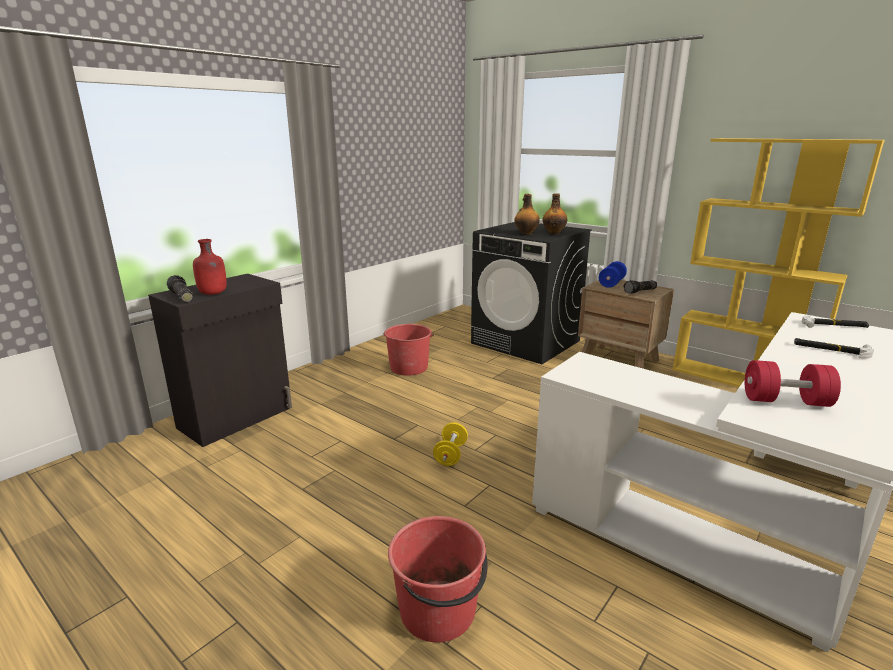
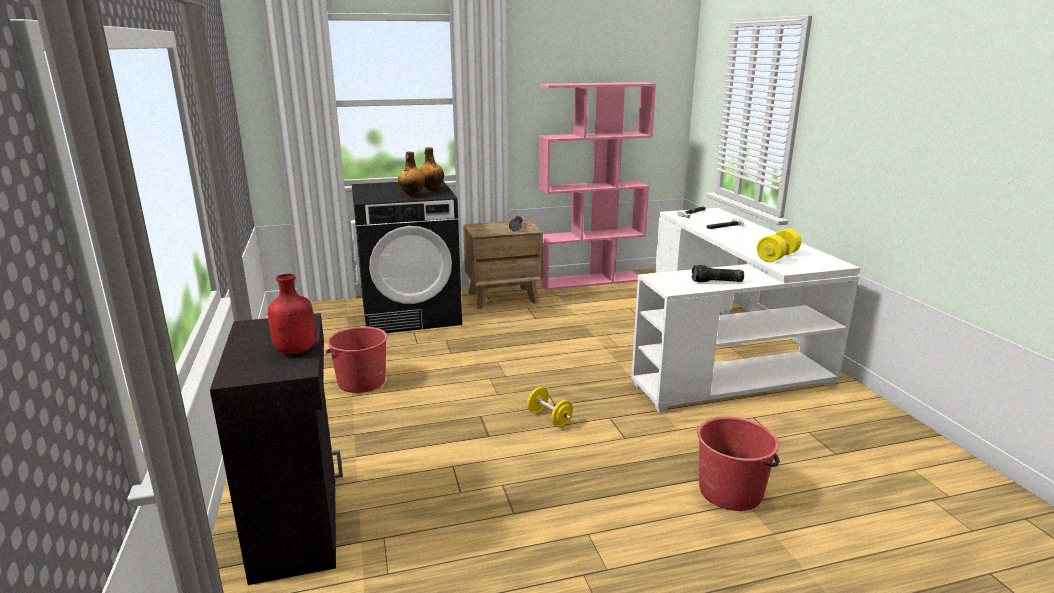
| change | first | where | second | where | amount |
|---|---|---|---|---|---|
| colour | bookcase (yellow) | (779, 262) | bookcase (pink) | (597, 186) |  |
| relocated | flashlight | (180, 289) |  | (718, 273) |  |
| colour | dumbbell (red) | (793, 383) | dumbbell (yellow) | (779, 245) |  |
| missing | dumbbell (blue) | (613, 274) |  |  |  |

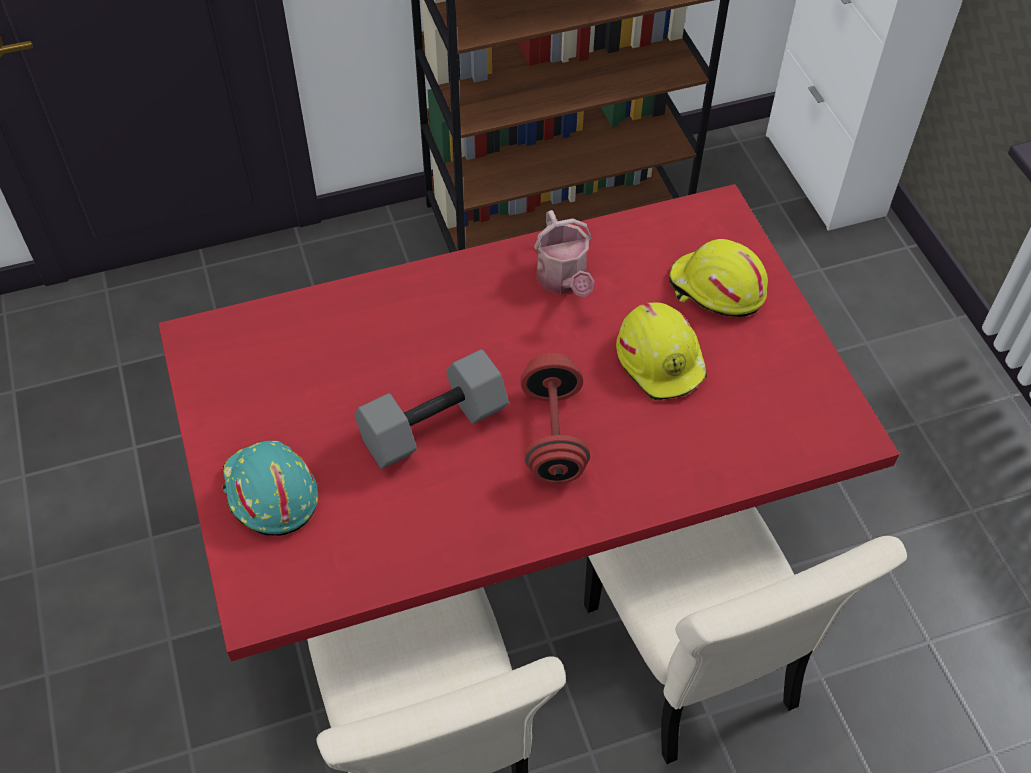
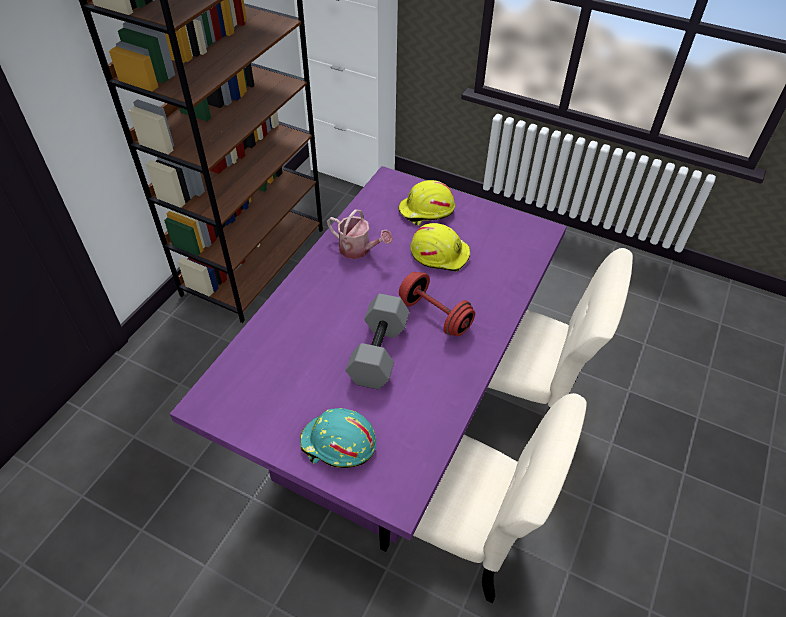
| change | first | where | second | where | amount |
|---|---|---|---|---|---|
| colour | dining table (red) | (528, 422) | dining table (purple) | (368, 355) |  |

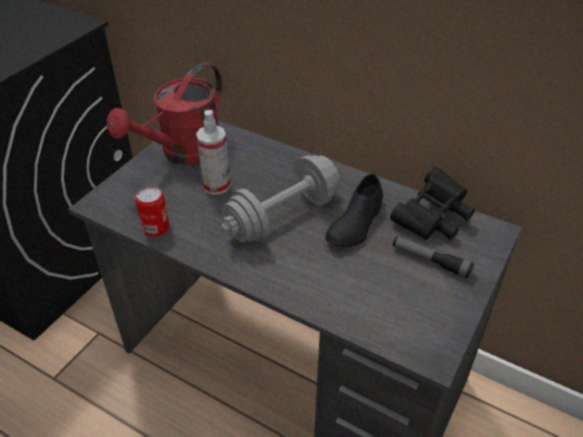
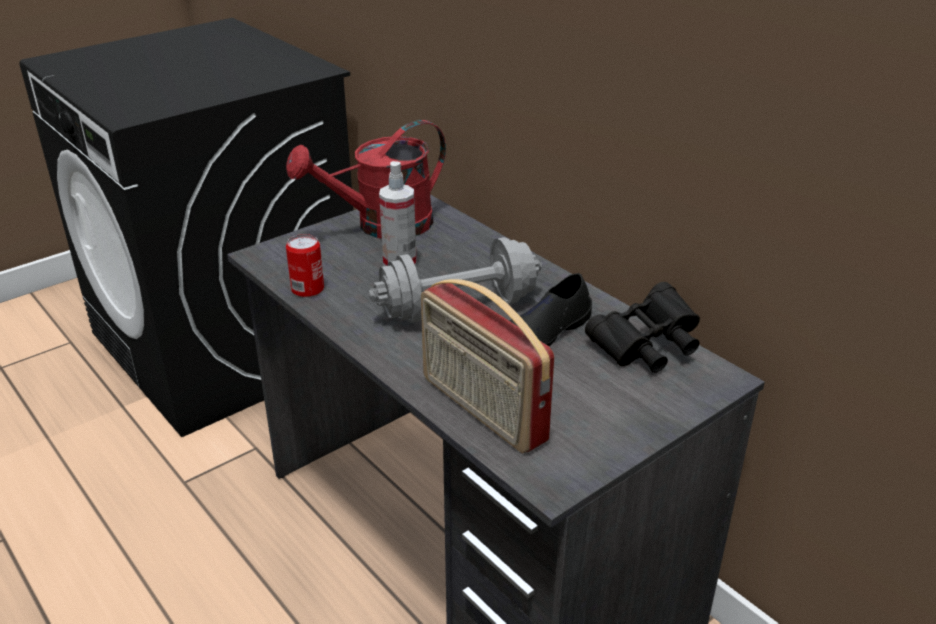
| change | first | where | second | where | amount |
|---|---|---|---|---|---|
| appeared |  |  | radio | (487, 366) |  |
| missing | flashlight | (433, 258) |  |  |  |

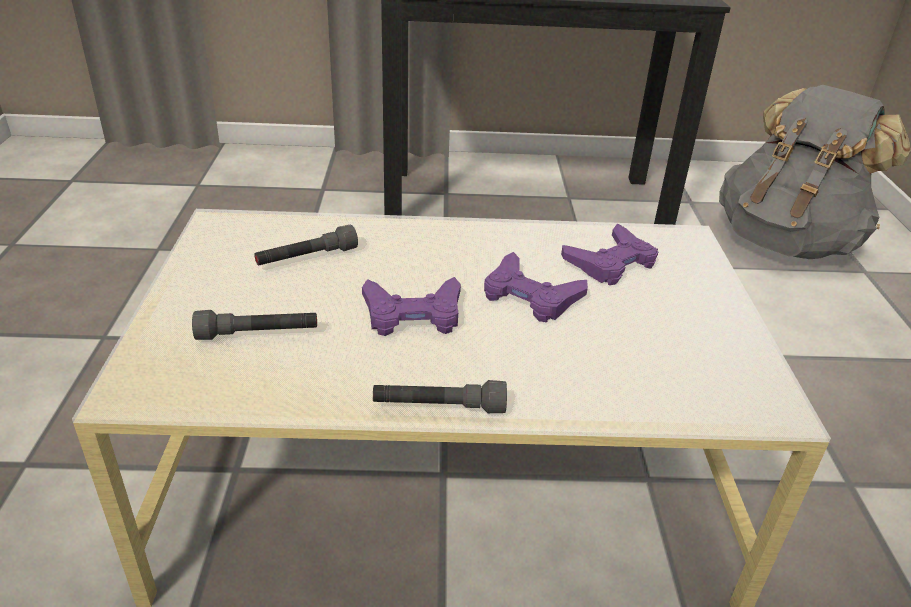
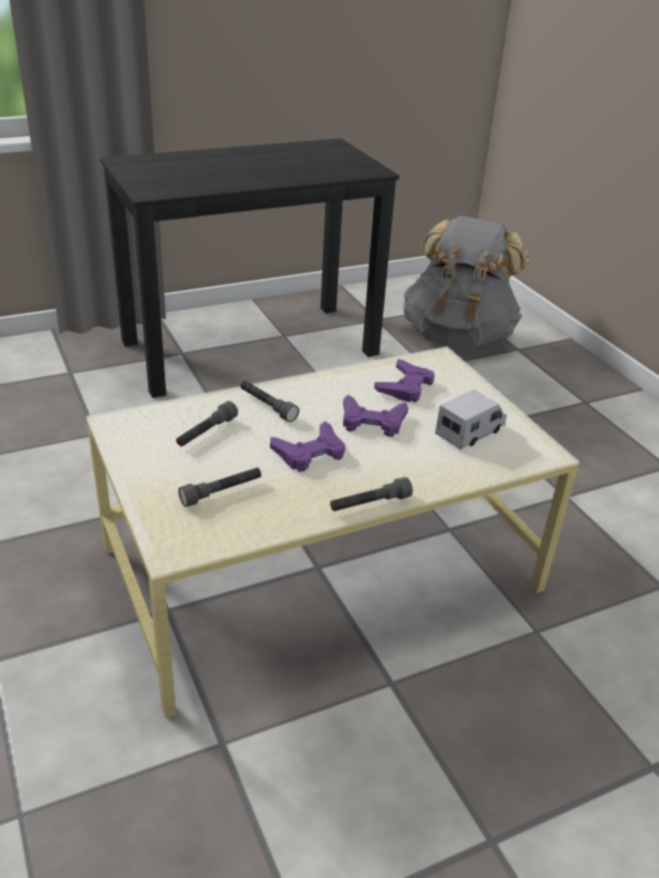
| change | first | where | second | where | amount |
|---|---|---|---|---|---|
| appeared |  |  | flashlight (grey) | (269, 401) |  |
| appeared |  |  | toy truck | (471, 420) |  |

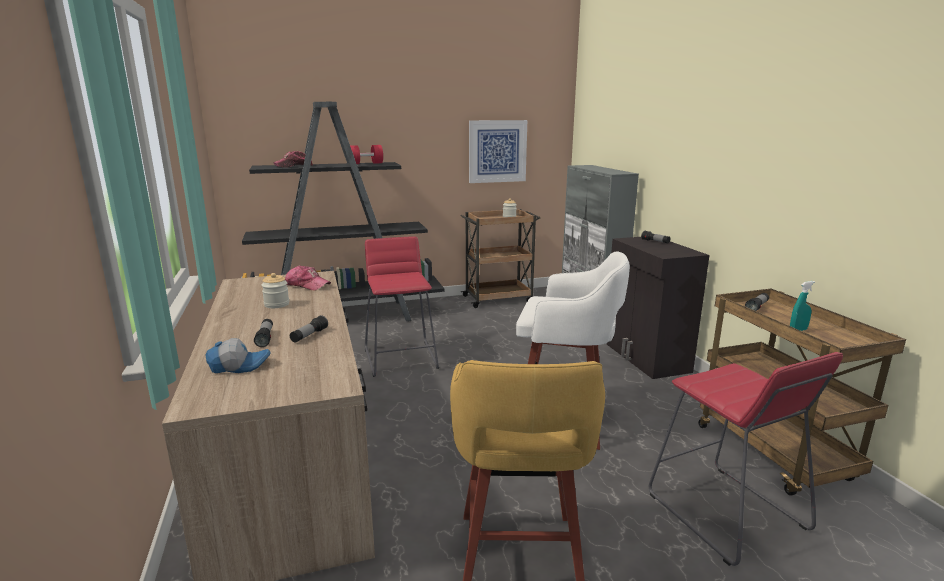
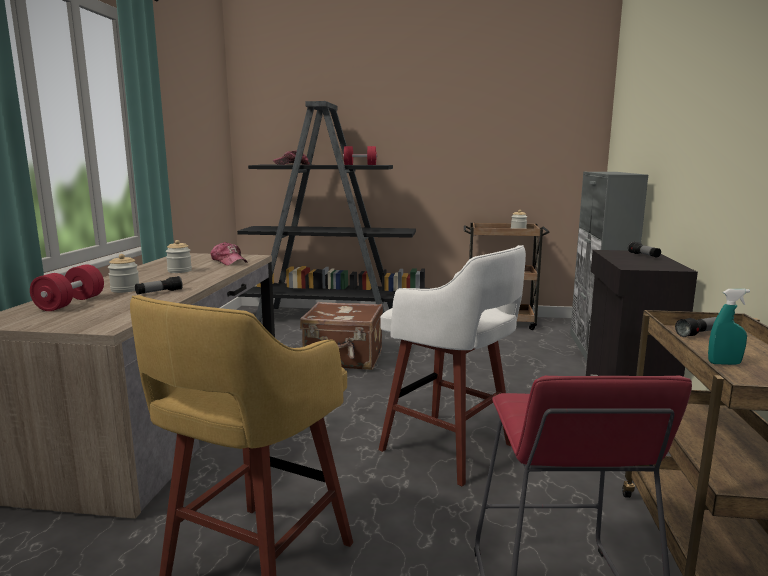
| change | first | where | second | where | amount |
|---|---|---|---|---|---|
| exchanged | cap | (238, 355) | dumbbell (red) | (67, 287) |  |
| exchanged | flashlight | (263, 333) | jar | (123, 273) |  |
| exchanged | stool (red) | (402, 306) | suitcase (brown) | (341, 336) |  |
| missing | picture | (498, 151) |  |  |  |

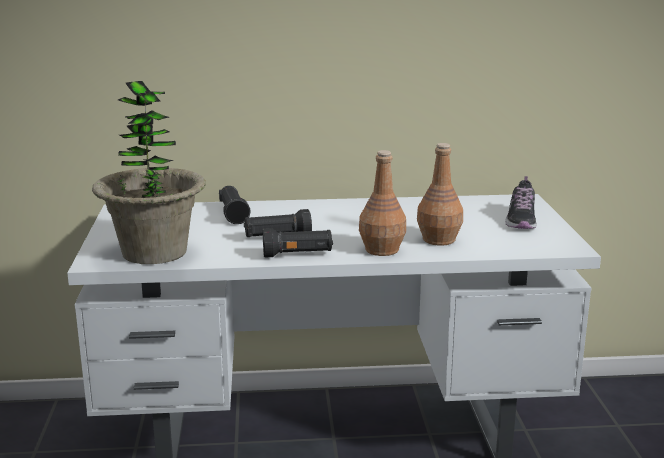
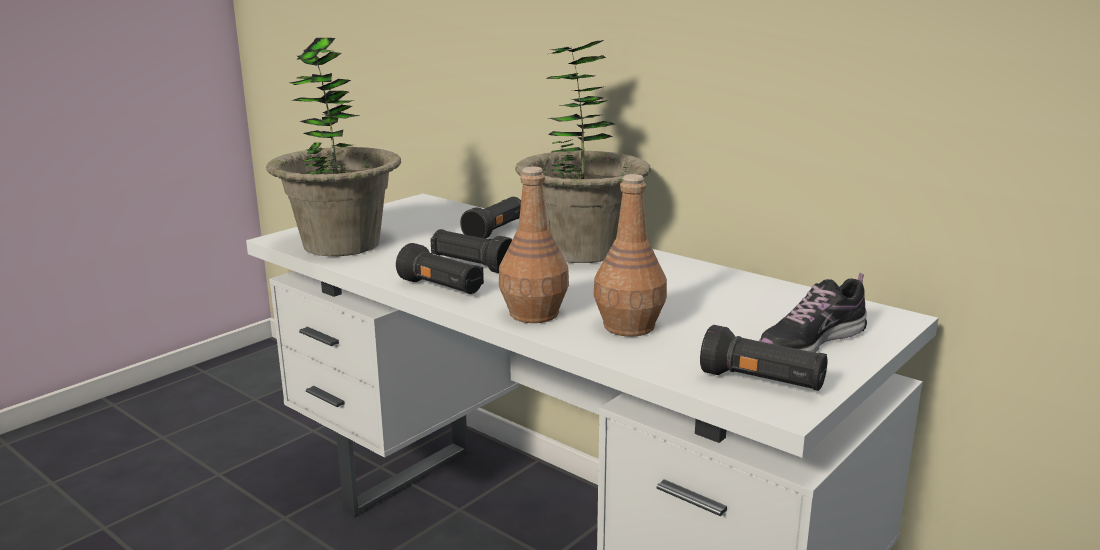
| change | first | where | second | where | amount |
|---|---|---|---|---|---|
| appeared |  |  | potted plant | (583, 151) |  |
| appeared |  |  | flashlight (black) | (763, 358) |  |

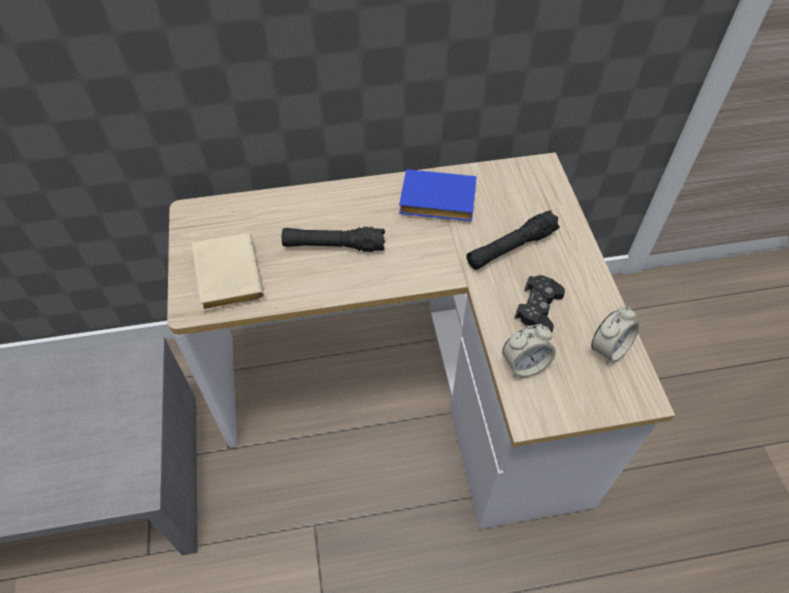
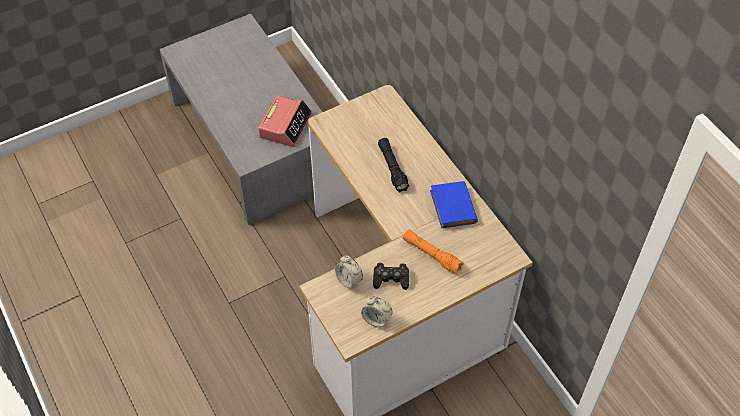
| change | first | where | second | where | amount |
|---|---|---|---|---|---|
| appeared |  |  | alarm clock | (285, 121) |  |
| colour | flashlight (black) | (513, 240) | flashlight (orange) | (433, 251) |  |
| missing | book (beige) | (227, 272) |  |  |  |

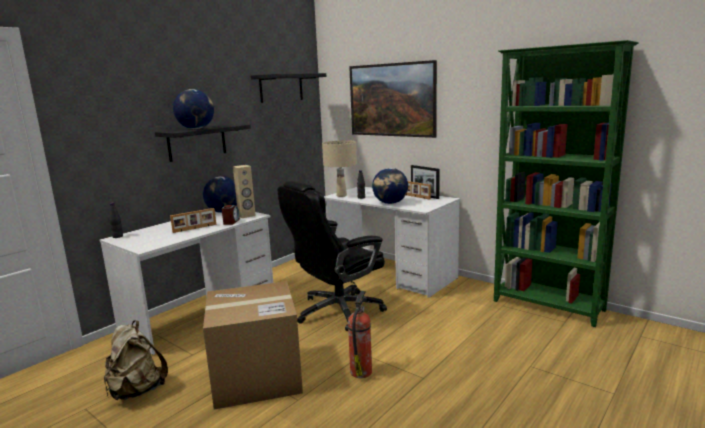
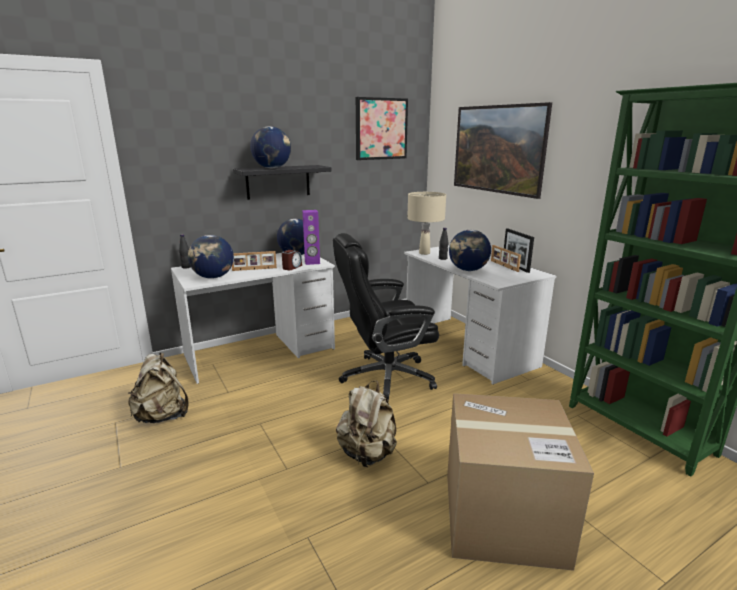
| change | first | where | second | where | amount |
|---|---|---|---|---|---|
| appeared |  |  | globe | (211, 257) |  |
| colour | speaker (beige) | (244, 191) | speaker (purple) | (311, 237) |  |
| exchanged | fire extinguisher | (360, 334) | backpack (beige) | (366, 424) |  |
| exchanged | shelf (black) | (288, 88) | picture | (382, 128) |  |
| relocated | cardboard box | (253, 345) |  | (520, 482) |  |

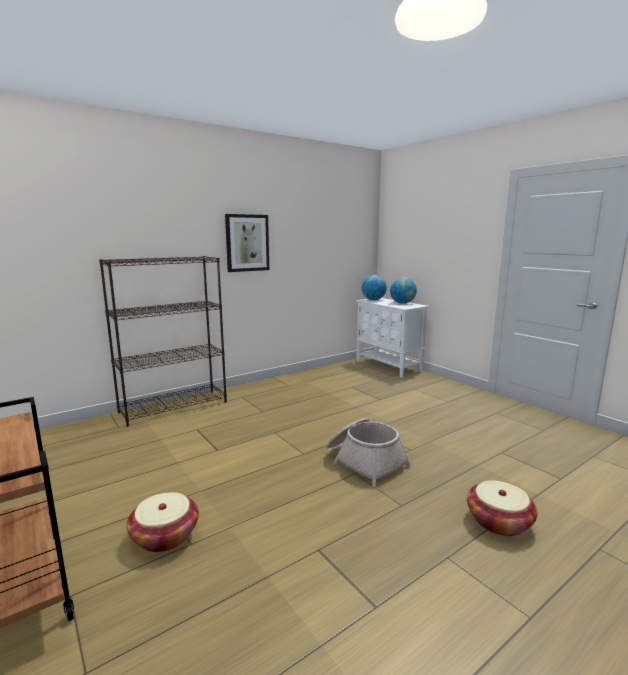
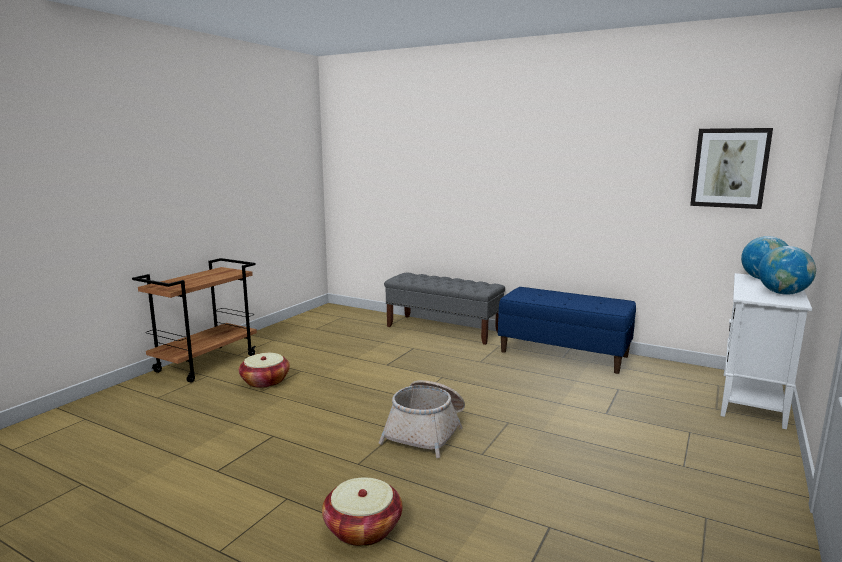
| change | first | where | second | where | amount |
|---|---|---|---|---|---|
| exchanged | bookcase (black) | (163, 341) | bench (grey) | (444, 309) |  |
| appeared |  |  | bench (blue) | (567, 330) |  |
| relocated | picture | (247, 243) |  | (731, 168) |  |

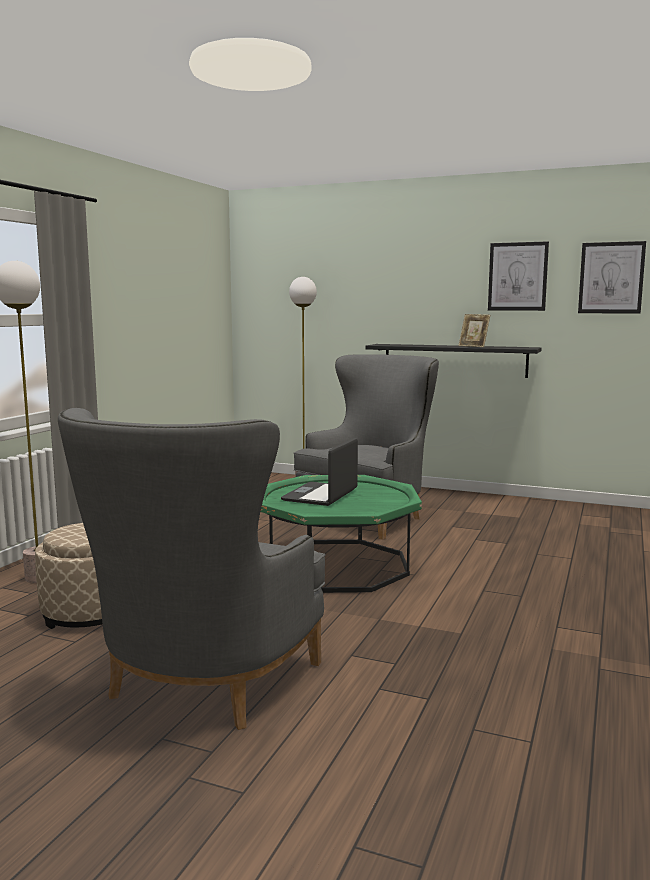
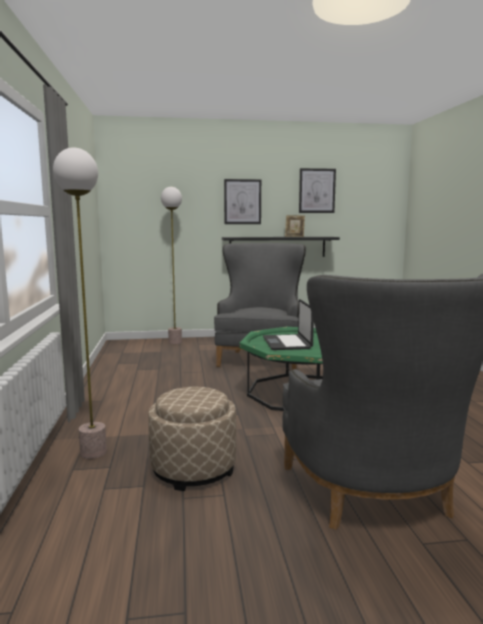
| change | first | where | second | where | amount |
|---|---|---|---|---|---|
| relocated | picture | (612, 277) |  | (242, 201) |  |

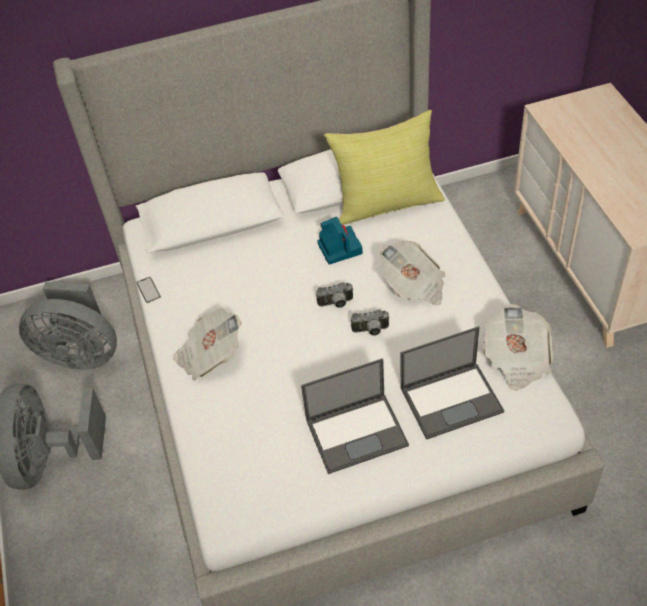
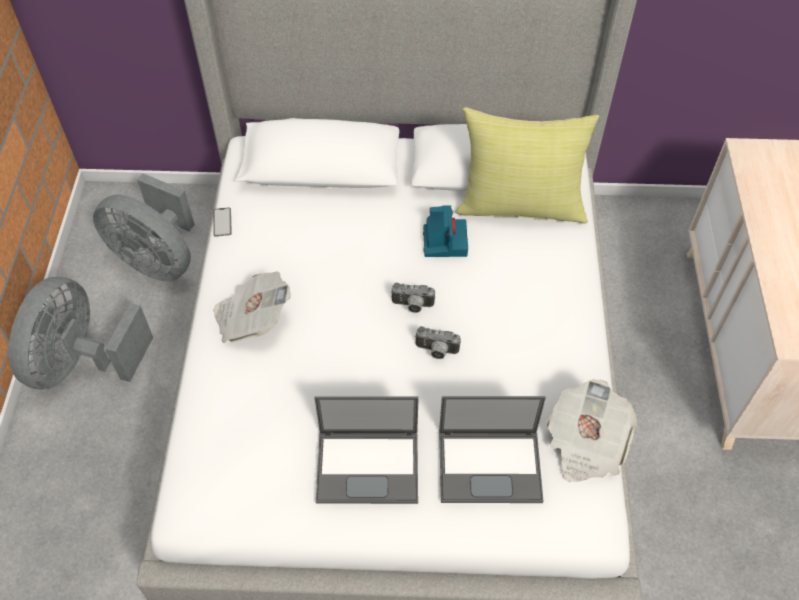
| change | first | where | second | where | amount |
|---|---|---|---|---|---|
| missing | newspaper | (412, 273) |  |  |  |

